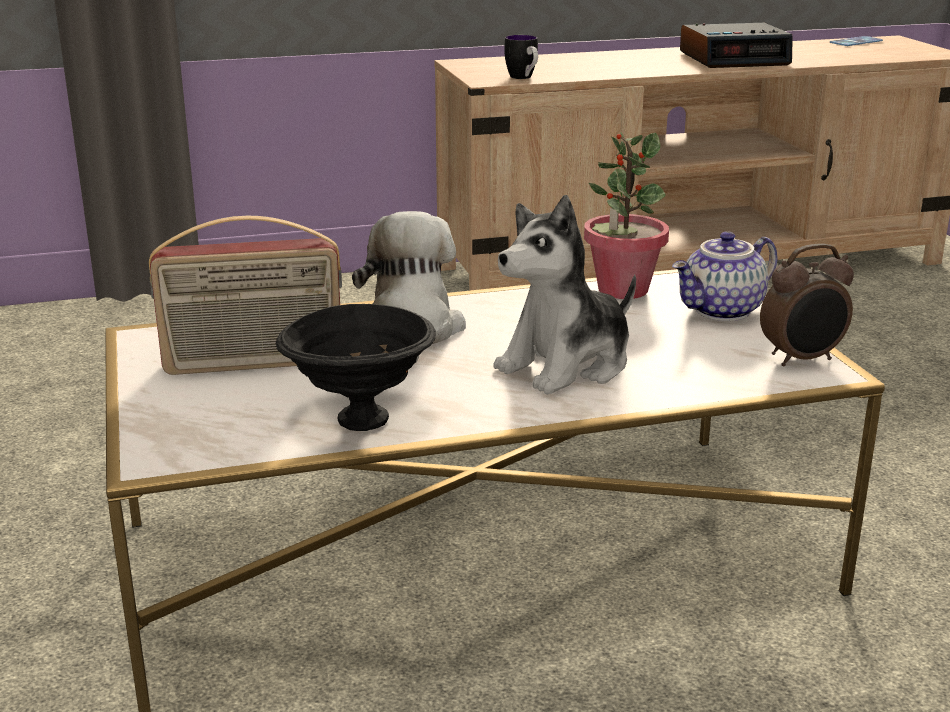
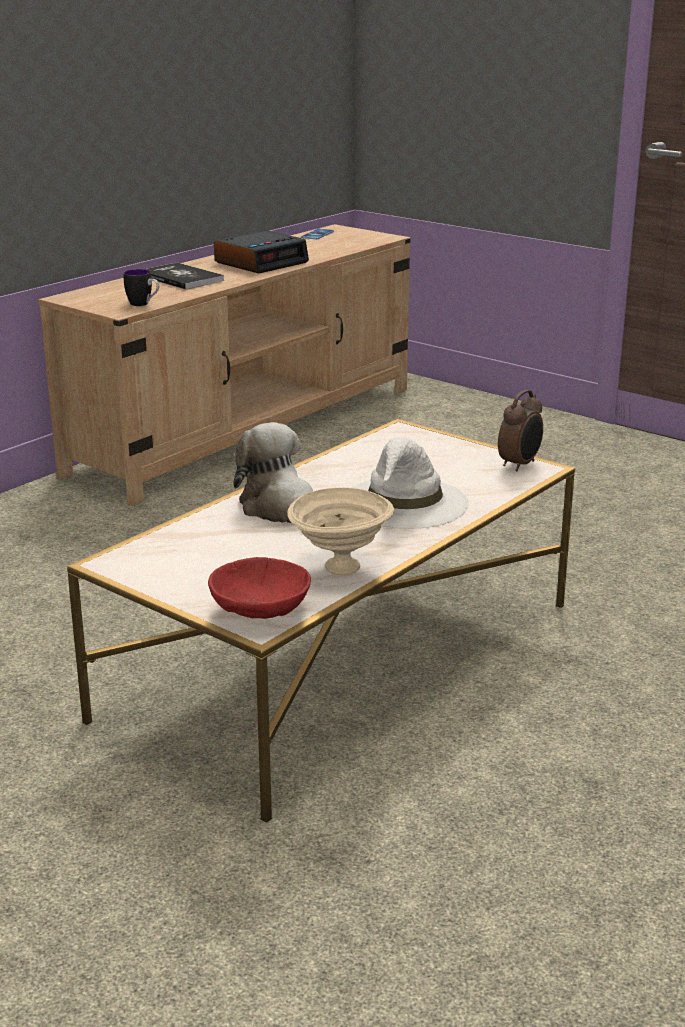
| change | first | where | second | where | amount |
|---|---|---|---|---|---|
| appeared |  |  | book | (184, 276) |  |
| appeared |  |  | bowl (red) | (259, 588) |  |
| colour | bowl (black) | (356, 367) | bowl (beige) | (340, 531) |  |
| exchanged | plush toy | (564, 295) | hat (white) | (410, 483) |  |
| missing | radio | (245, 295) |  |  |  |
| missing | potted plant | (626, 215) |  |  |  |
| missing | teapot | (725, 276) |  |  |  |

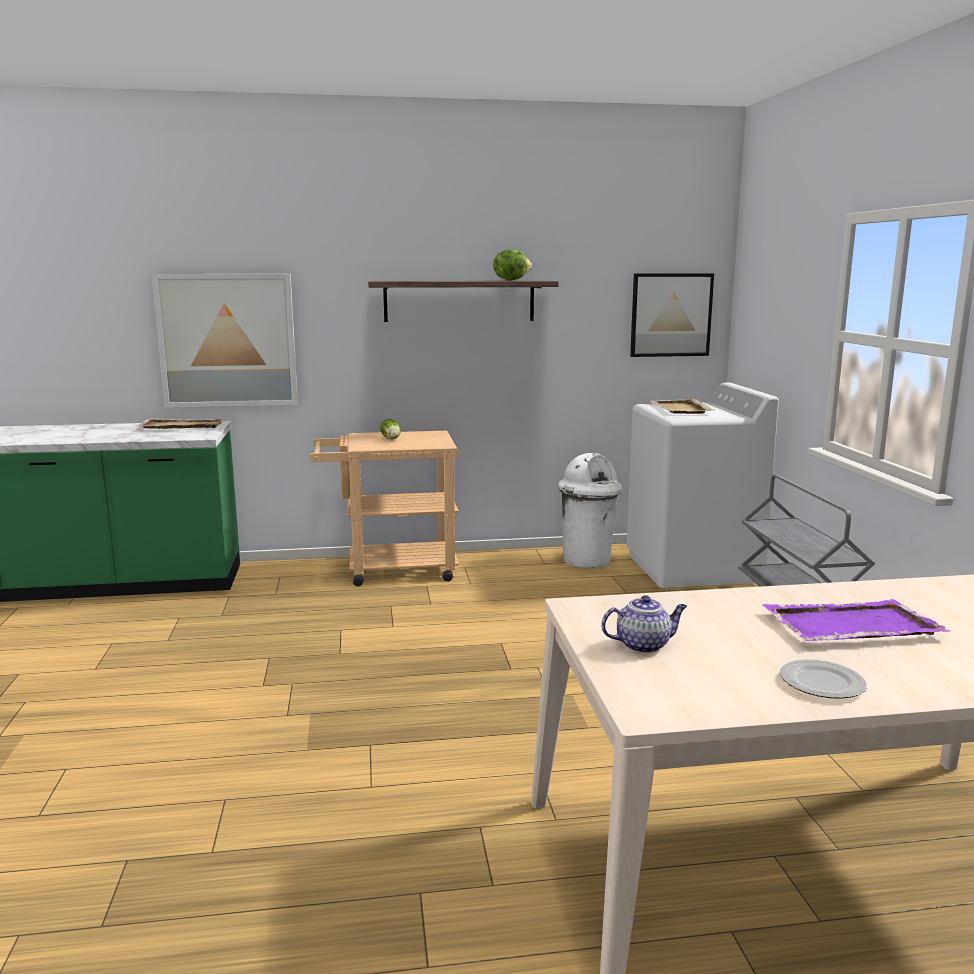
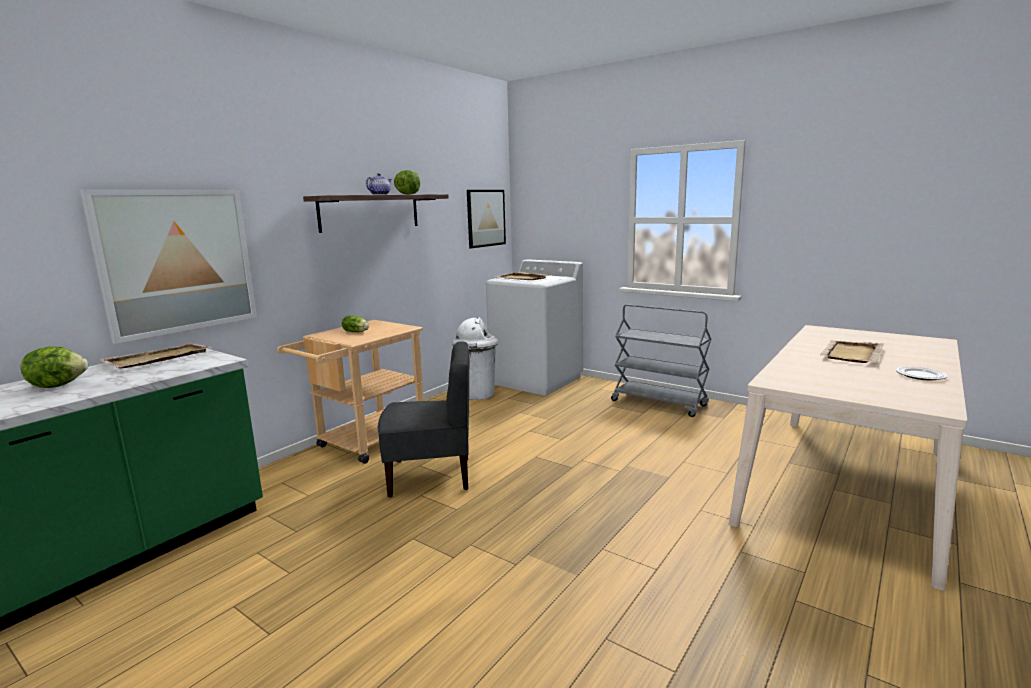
| change | first | where | second | where | amount |
|---|---|---|---|---|---|
| appeared |  |  | lettuce | (54, 367) |  |
| relocated | teapot | (644, 624) |  | (379, 184) |  |
| appeared |  |  | chair (grey) | (423, 419) |  |
| colour | tray (purple) | (856, 620) | tray (beige) | (852, 351) |  |

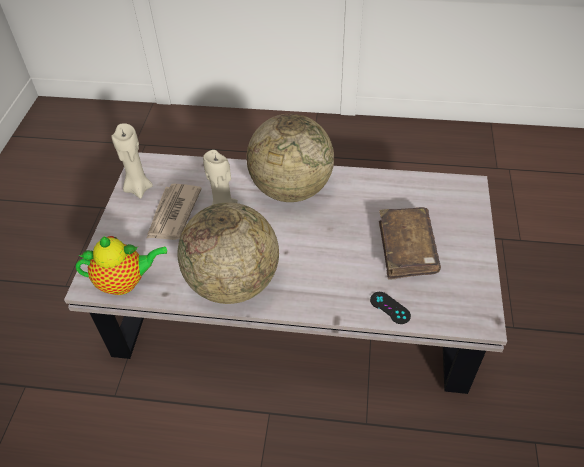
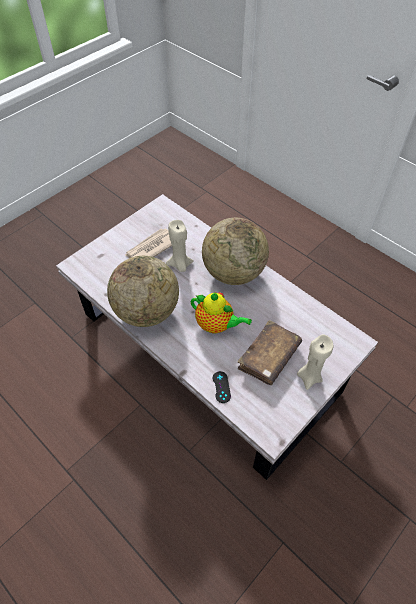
| change | first | where | second | where | amount |
|---|---|---|---|---|---|
| relocated | teapot | (121, 265) |  | (221, 312) |  |
| relocated | candle (beige) | (132, 161) |  | (315, 362) |  |

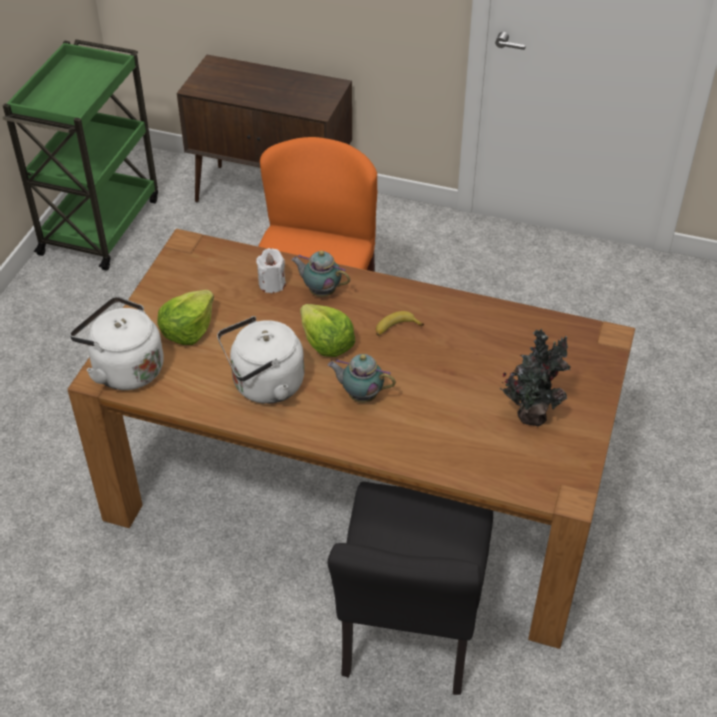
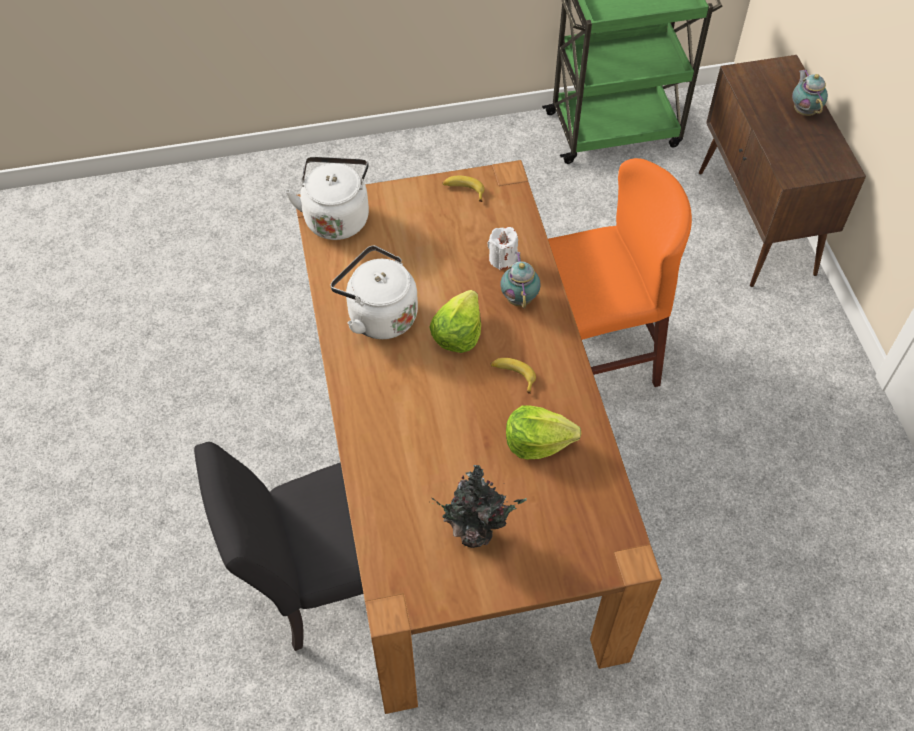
| change | first | where | second | where | amount |
|---|---|---|---|---|---|
| appeared |  |  | banana | (463, 189) |  |
| relocated | lettuce | (185, 317) |  | (543, 432) |  |
| relocated | teapot | (362, 378) |  | (810, 93) |  |

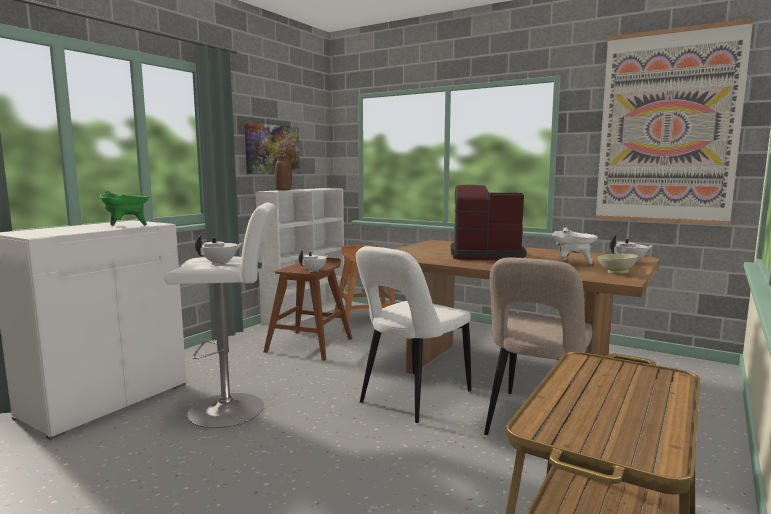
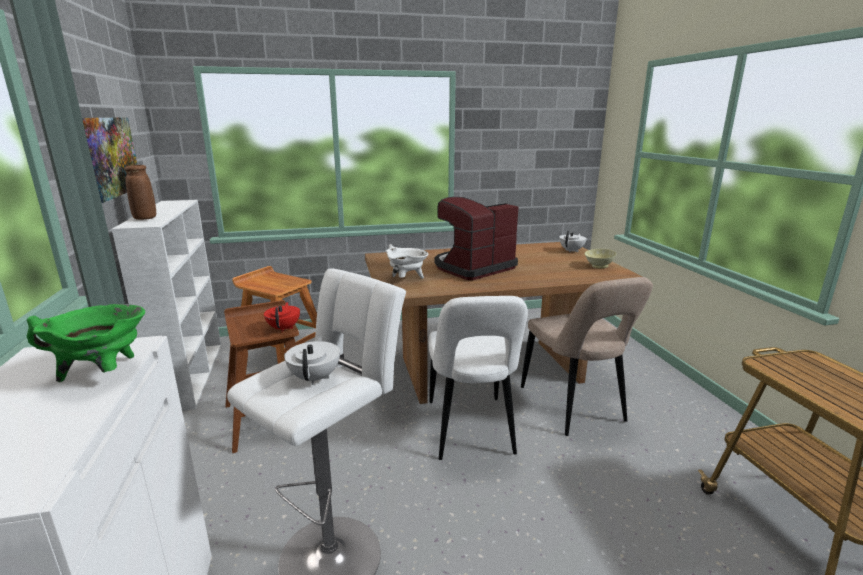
| change | first | where | second | where | amount |
|---|---|---|---|---|---|
| colour | teapot (white) | (313, 261) | teapot (red) | (282, 317) |  |
| relocated | cooking pot (white) | (575, 245) |  | (407, 261) |  |
| missing | picture | (674, 121) |  |  |  |

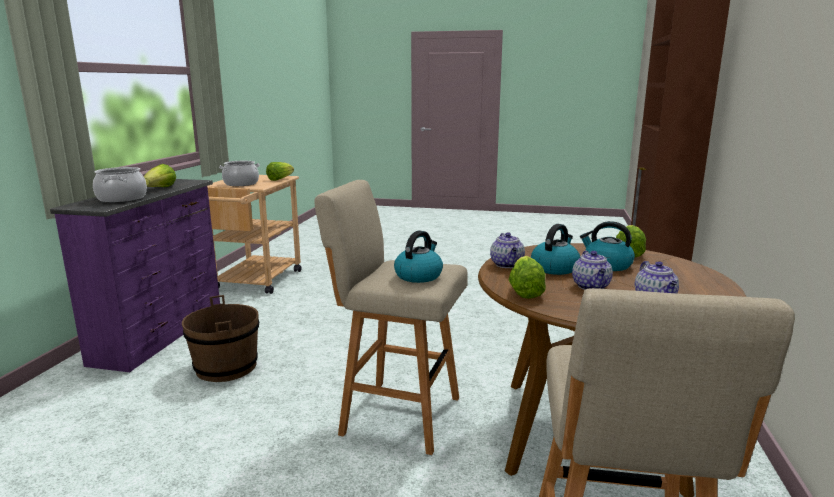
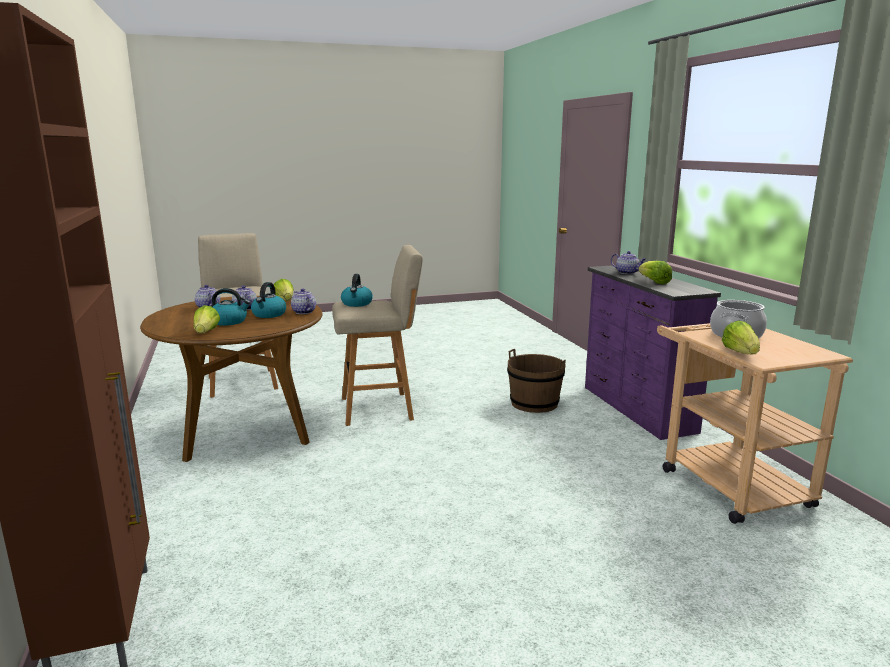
| change | first | where | second | where | amount |
|---|---|---|---|---|---|
| exchanged | cooking pot | (120, 185) | teapot | (628, 262) |  |

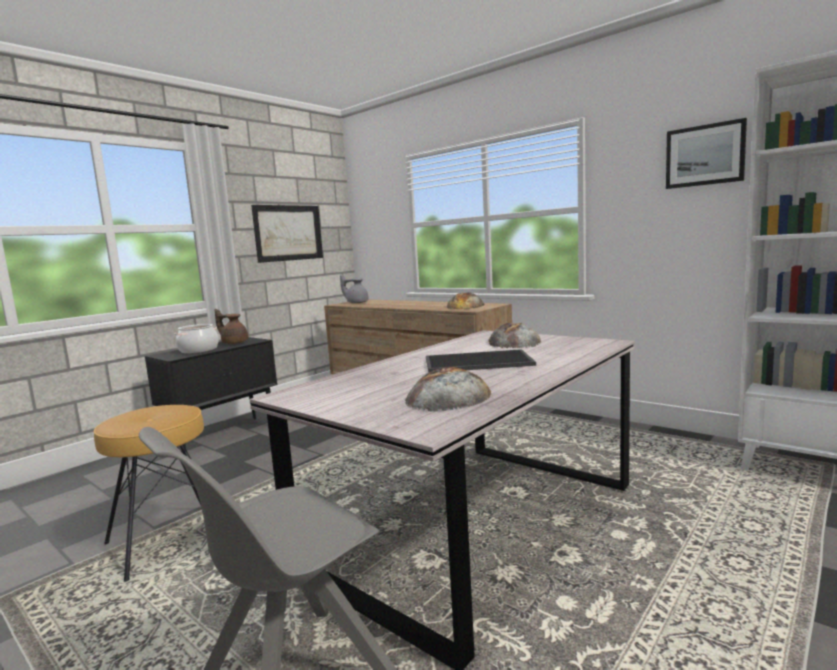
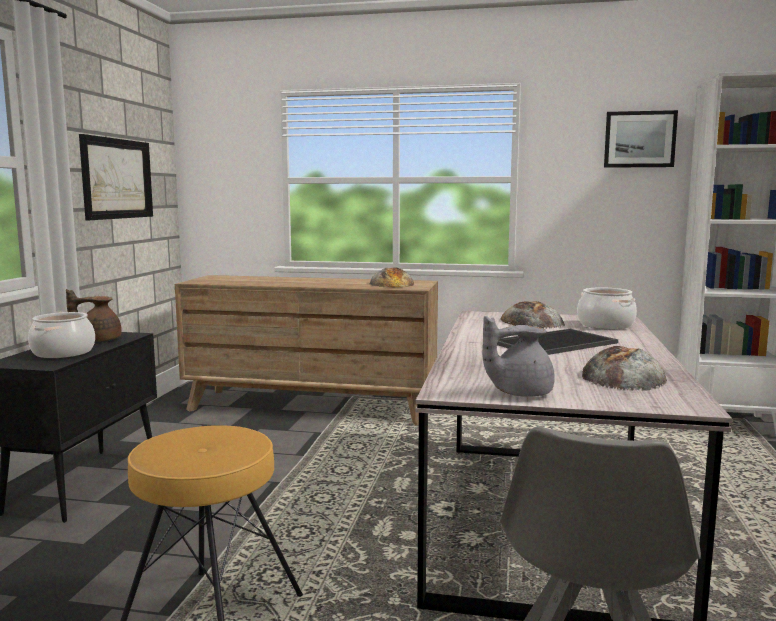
| change | first | where | second | where | amount |
|---|---|---|---|---|---|
| relocated | teapot (grey) | (354, 289) |  | (518, 356) |  |
| appeared |  |  | cooking pot | (607, 308) |  |

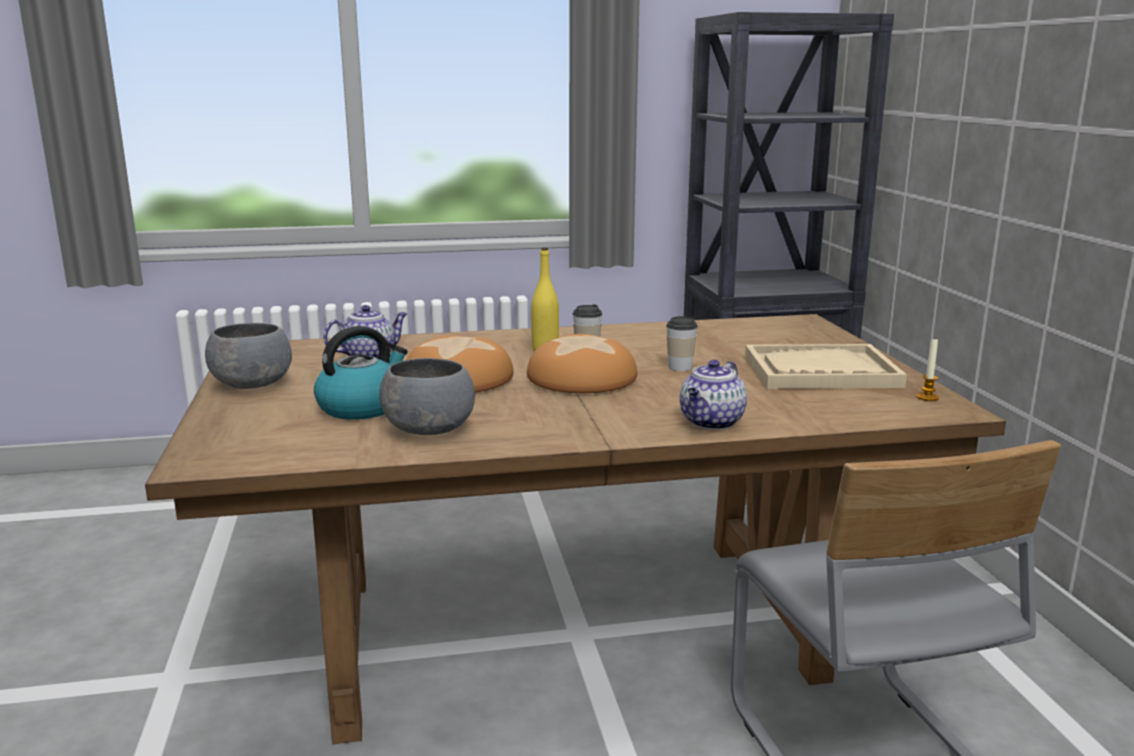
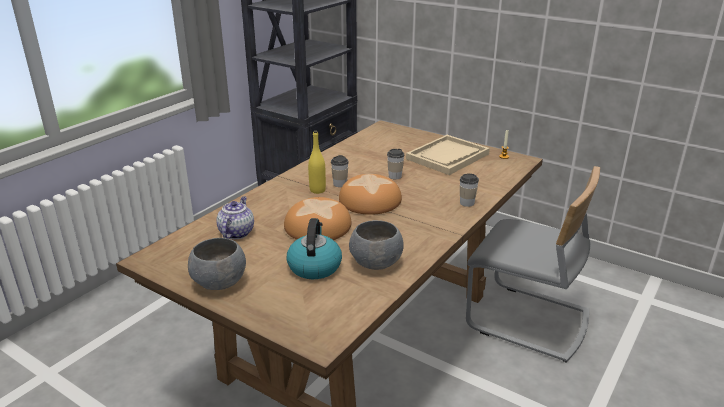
| change | first | where | second | where | amount |
|---|---|---|---|---|---|
| exchanged | teapot | (713, 395) | cup | (469, 190) |  |

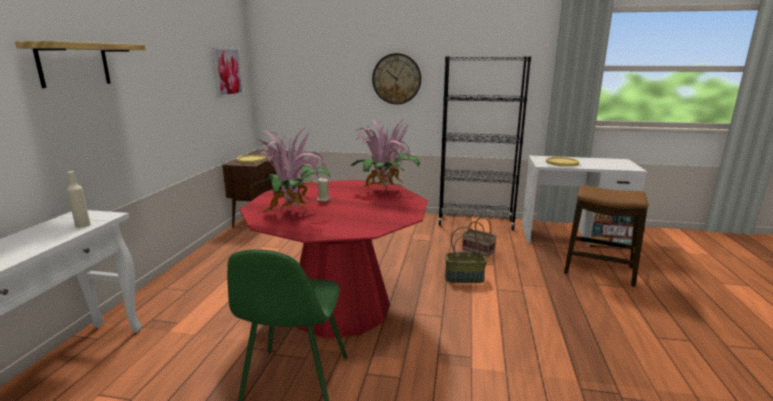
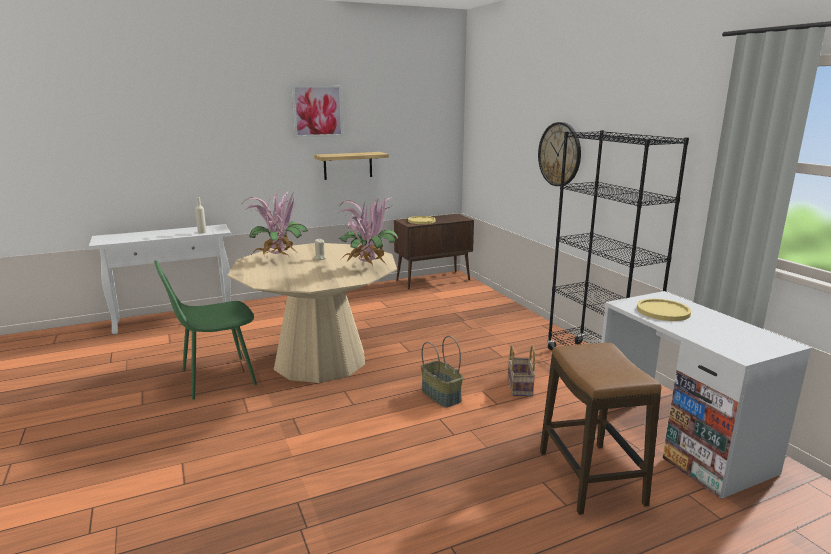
| change | first | where | second | where | amount |
|---|---|---|---|---|---|
| colour | dining table (red) | (334, 259) | dining table (beige) | (312, 313) |  |
| relocated | picture | (228, 72) |  | (317, 111) |  |
| relocated | shelf | (80, 64) |  | (351, 166) |  |

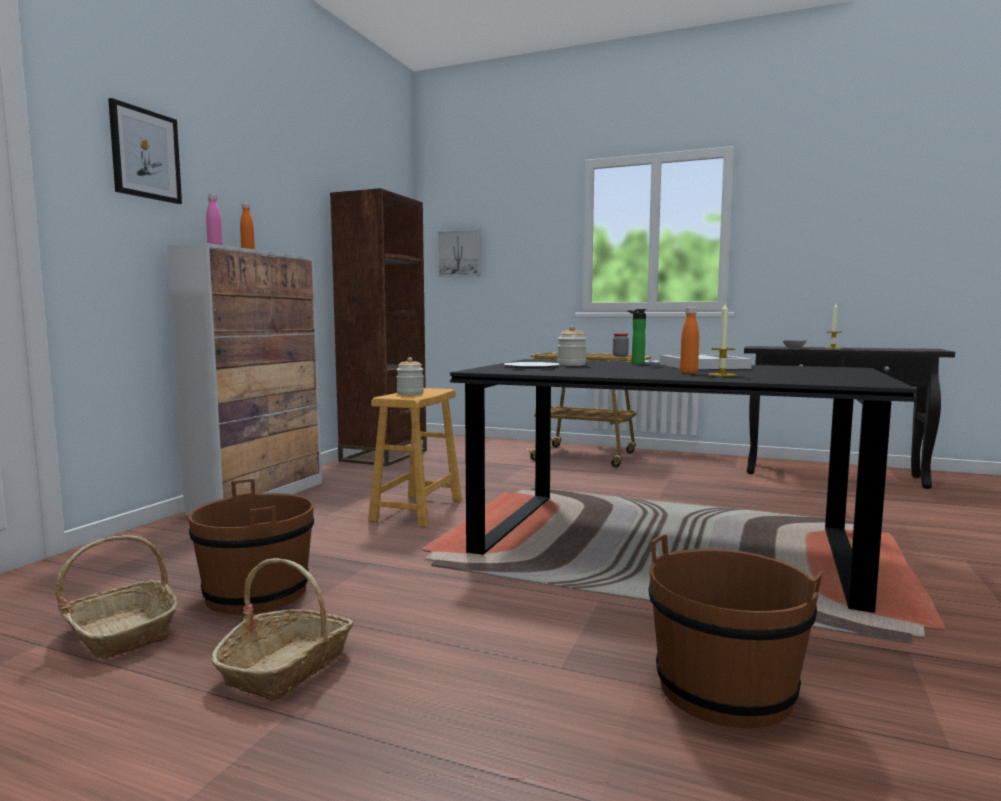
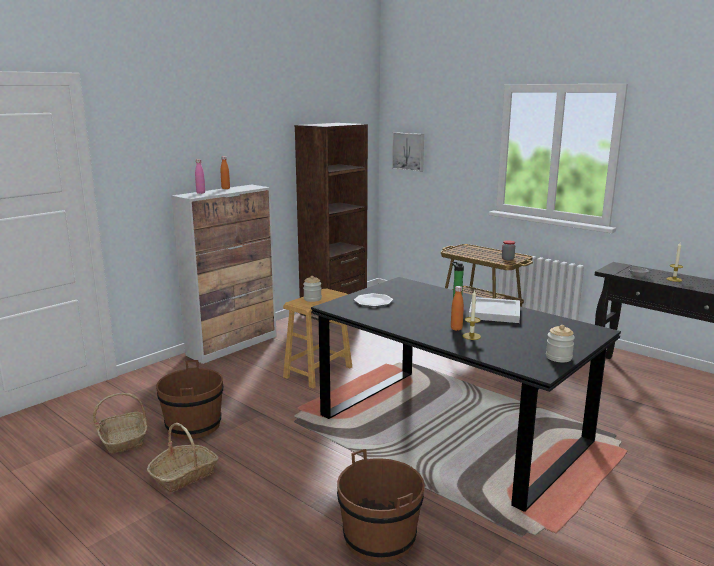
| change | first | where | second | where | amount |
|---|---|---|---|---|---|
| relocated | jar | (572, 346) |  | (560, 343) |  |
| missing | picture | (145, 151) |  |  |  |

